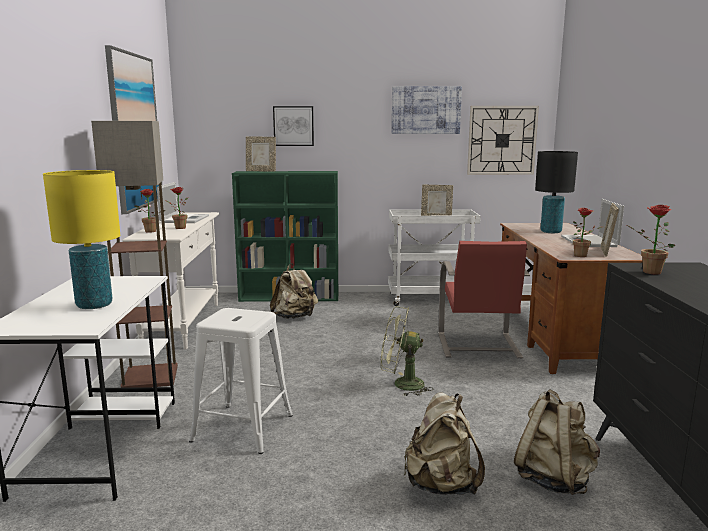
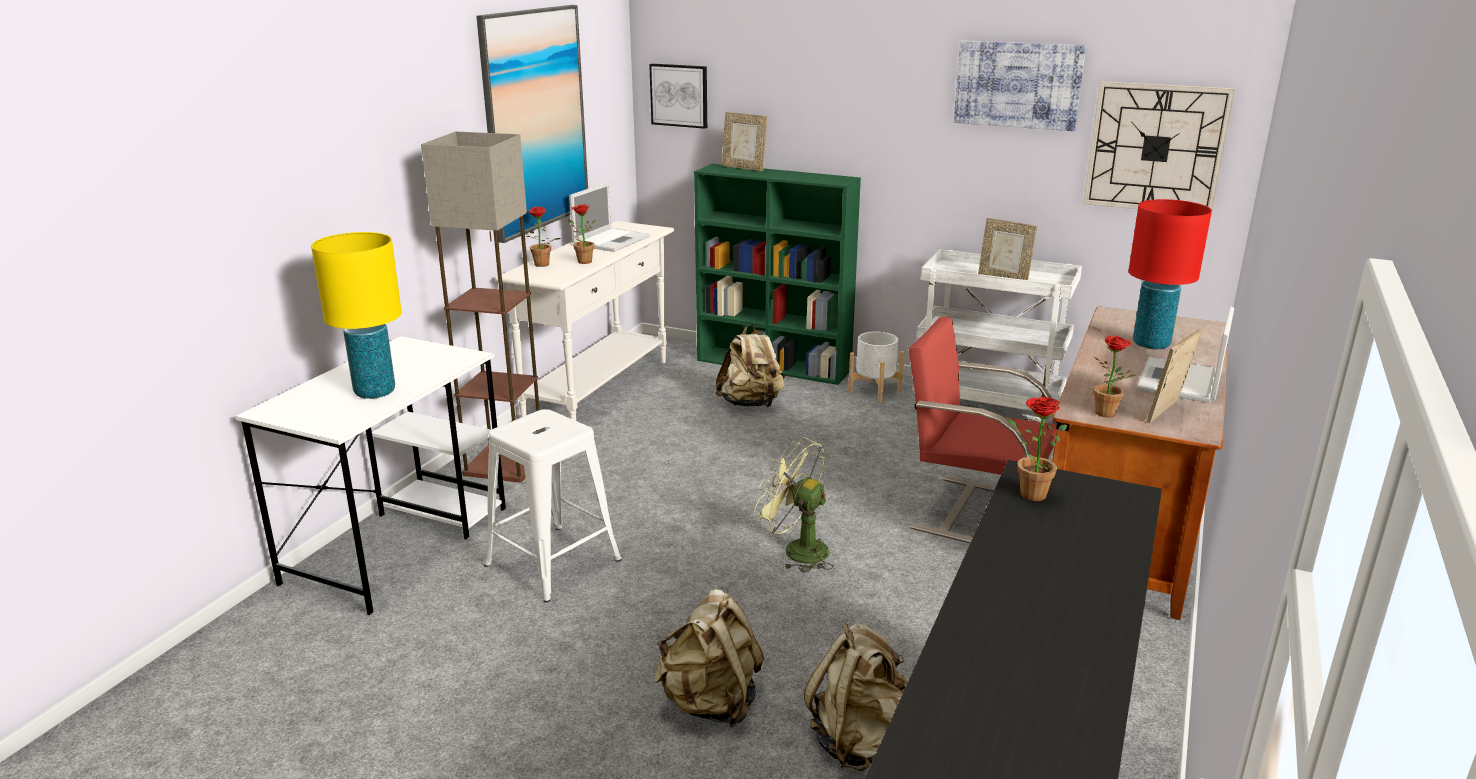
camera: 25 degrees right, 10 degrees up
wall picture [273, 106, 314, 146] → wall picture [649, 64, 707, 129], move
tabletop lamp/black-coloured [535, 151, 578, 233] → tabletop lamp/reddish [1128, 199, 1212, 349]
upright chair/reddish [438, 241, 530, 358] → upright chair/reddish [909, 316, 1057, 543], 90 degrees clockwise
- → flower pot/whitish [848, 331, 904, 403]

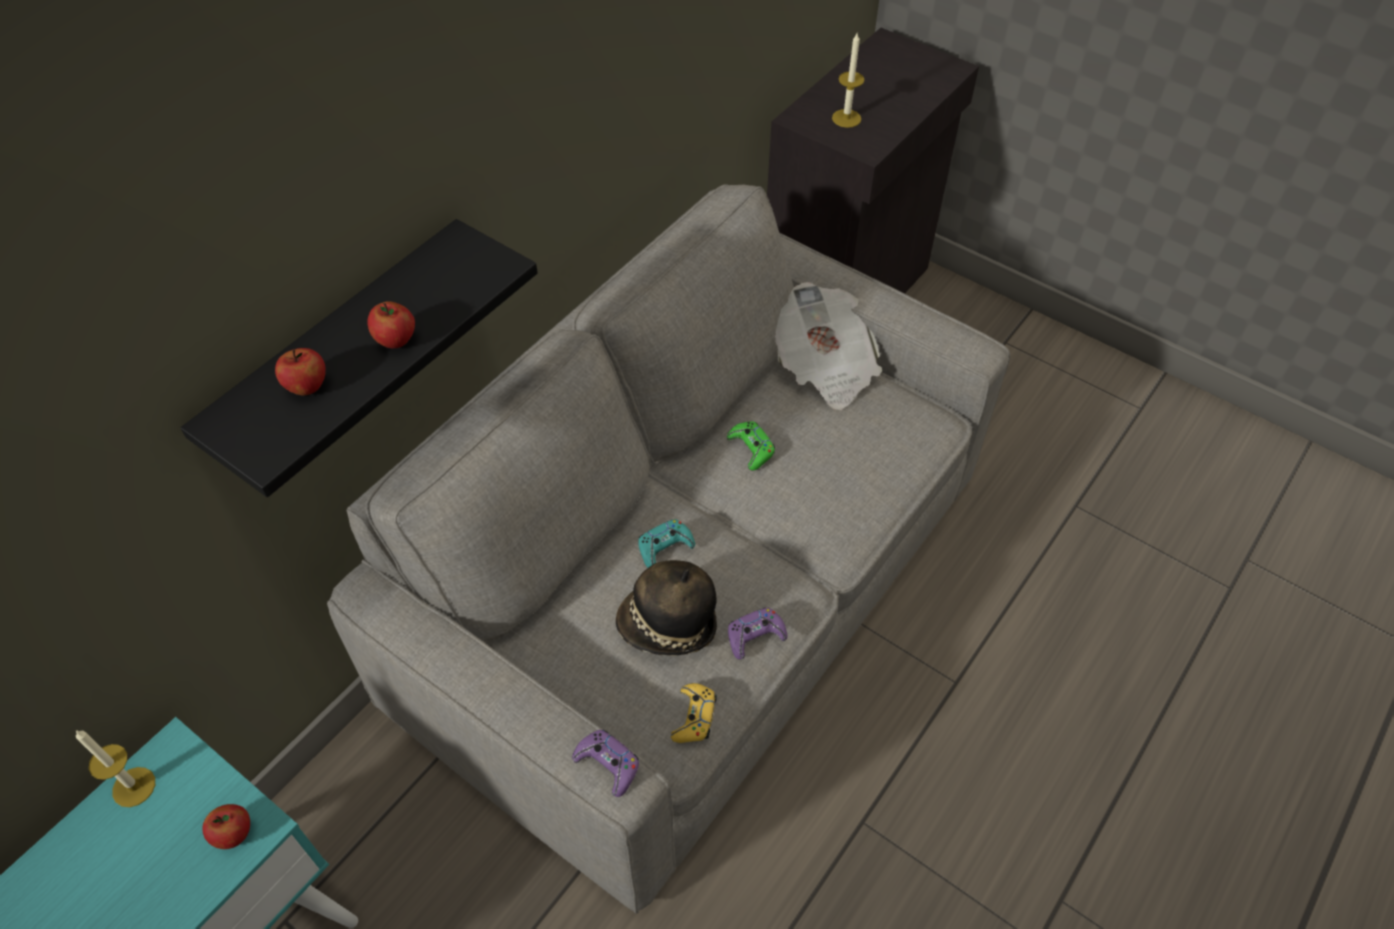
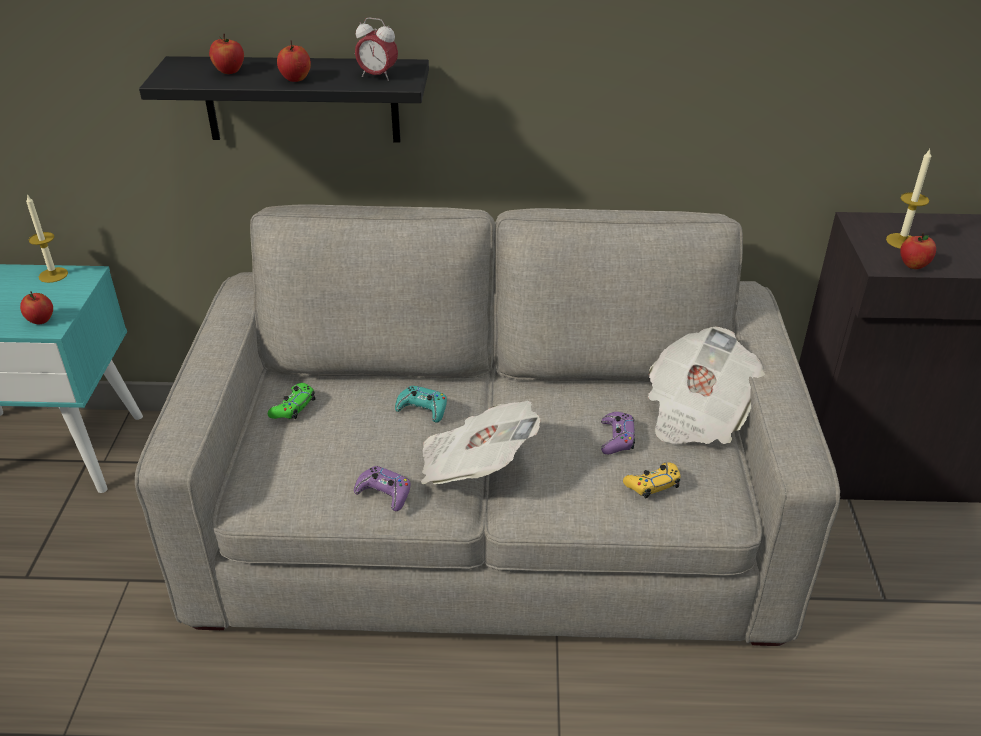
camera: 55 degrees right, 15 degrees down
gamepad/greenish [727, 421, 775, 471] → gamepad/greenish [268, 383, 316, 419], move
wearable hat [616, 560, 717, 656] → -
gamepad/yellow-coloured [671, 683, 717, 743] → gamepad/yellow-coloured [623, 462, 681, 498], move
gamepad/purple [572, 730, 639, 797] → gamepad/purple [601, 412, 635, 454], move
- → alarm clock [355, 18, 398, 81]
- → whole apple [900, 233, 936, 269]
- → newspaper [421, 401, 540, 484]

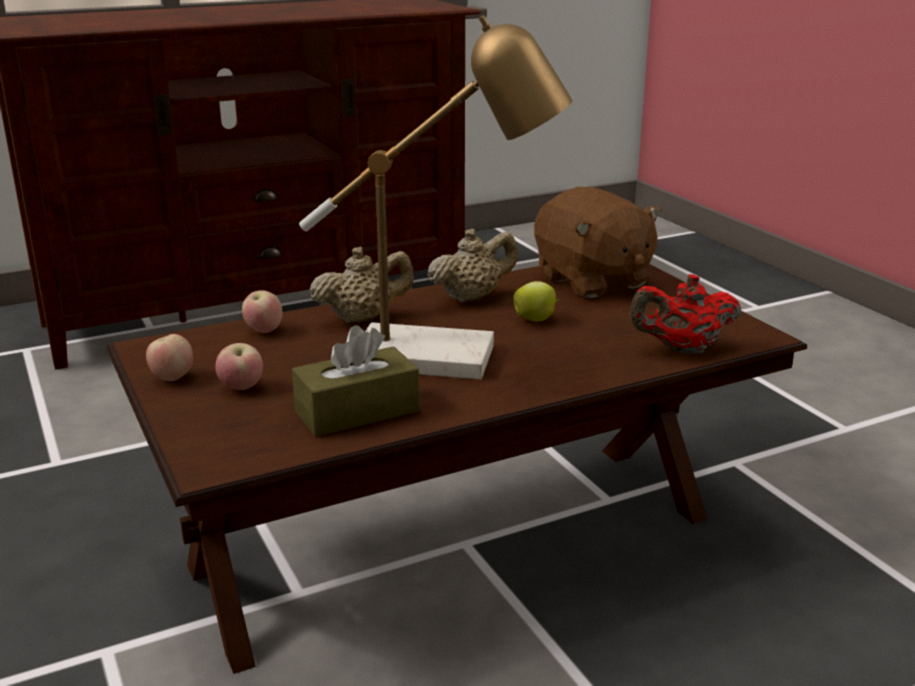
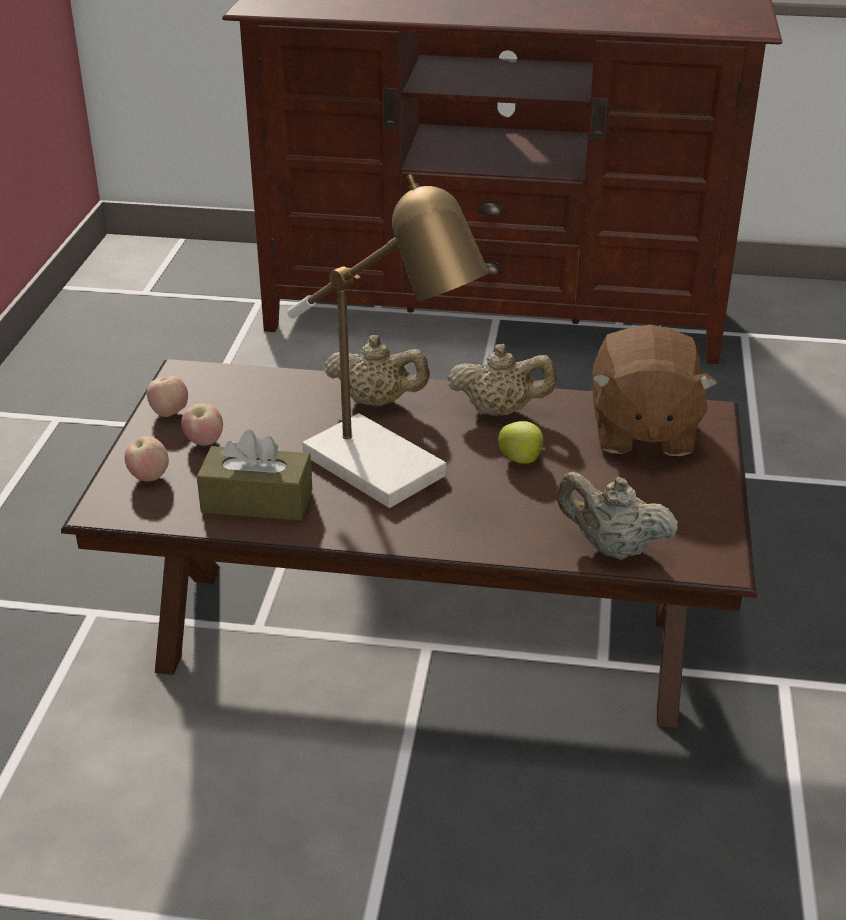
camera: 35 degrees right, 10 degrees up
tea pot/reddish [630, 274, 741, 354] → tea pot/beige [556, 472, 678, 560]
whole apple [242, 290, 282, 333] → whole apple [125, 436, 169, 482], move

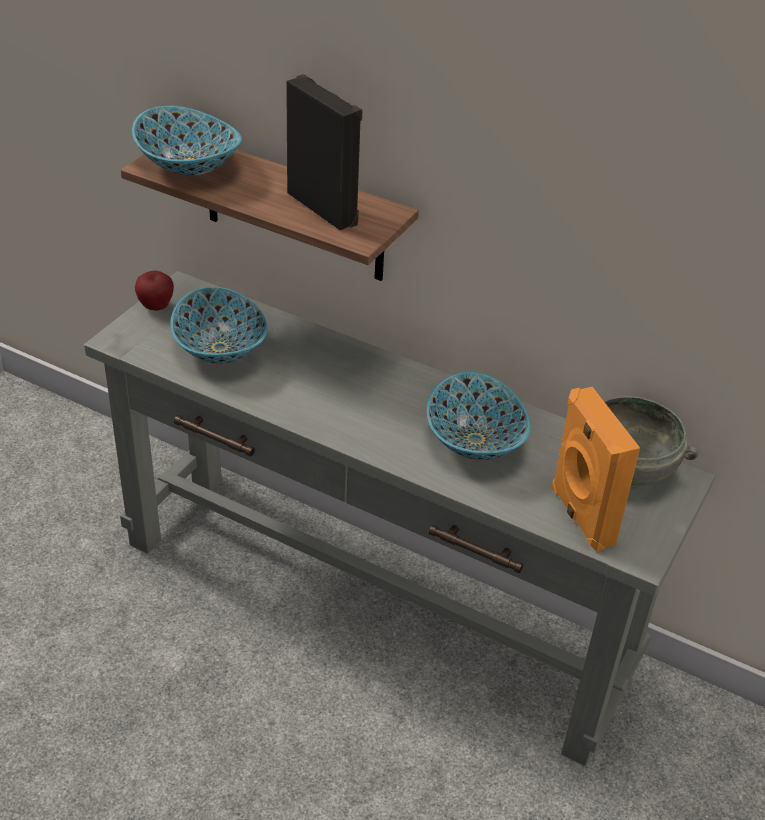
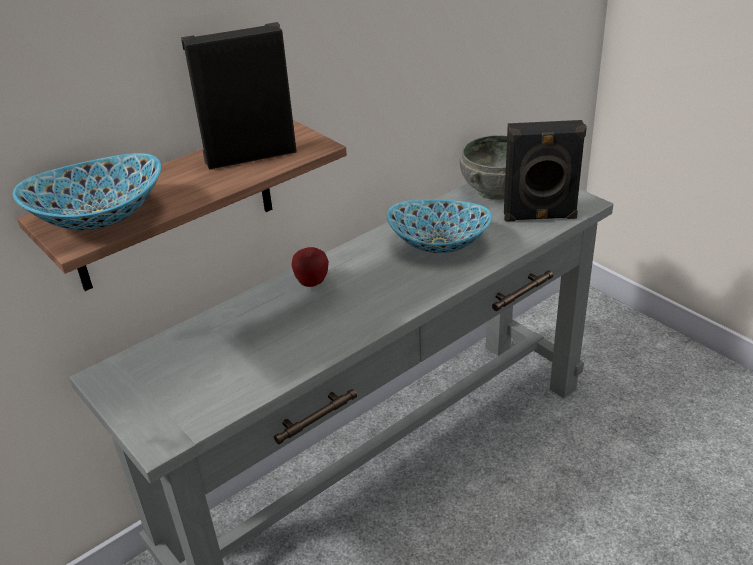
camera: 65 degrees left, 5 degrees down
whole apple [135, 270, 174, 311] → whole apple [291, 247, 329, 287], move
bowl [170, 287, 268, 364] → -
speaker/orangey [551, 387, 640, 552] → speaker/black-coloured [504, 120, 587, 222]

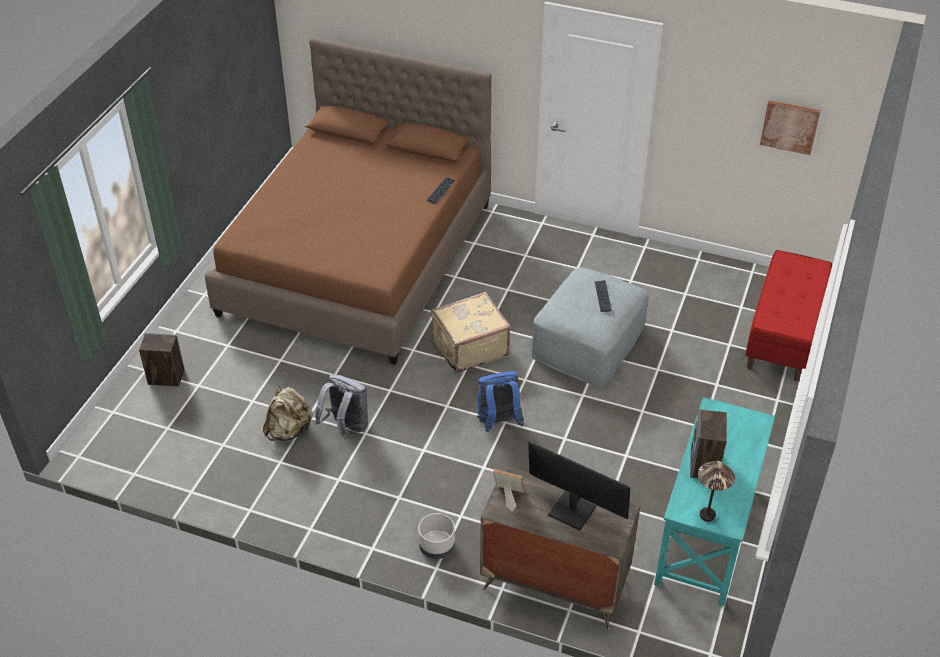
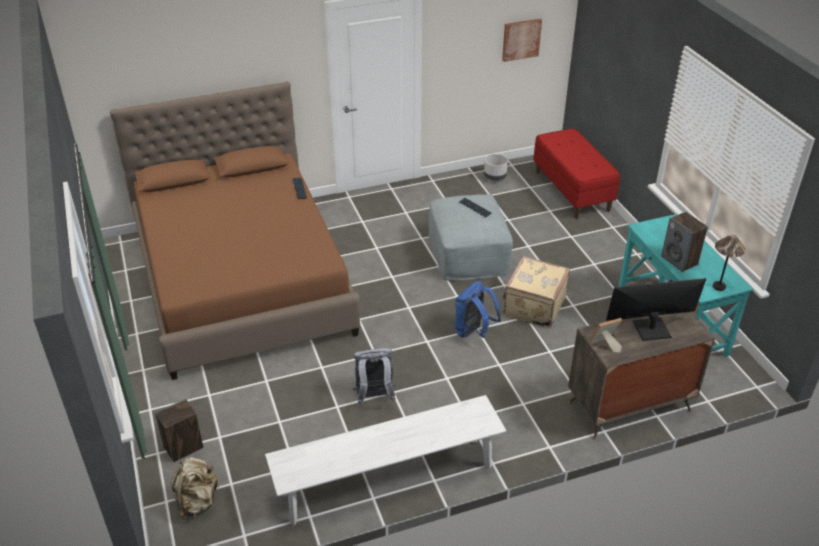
camera: 40 degrees left, 5 degrees down
suitcase/beige [431, 292, 511, 374] → suitcase/beige [503, 256, 570, 328], move
rucksack/beige [263, 386, 313, 441] → rucksack/beige [171, 457, 220, 519], move
flower pot/greyish [418, 513, 455, 559] → flower pot/greyish [484, 154, 508, 181], move
- → indoor bench/whitish [265, 395, 506, 526]

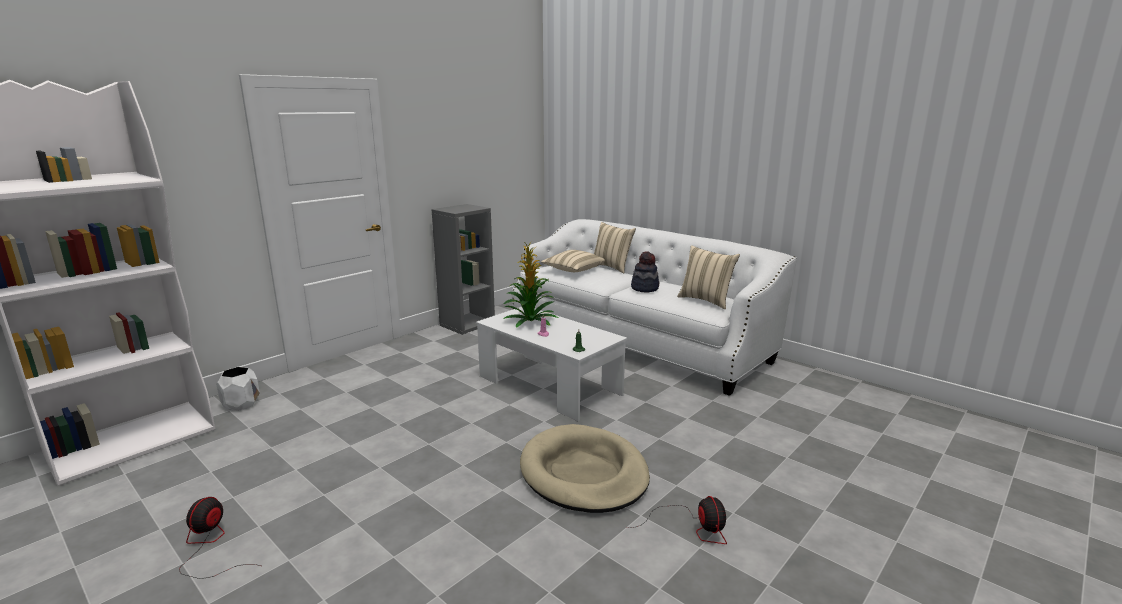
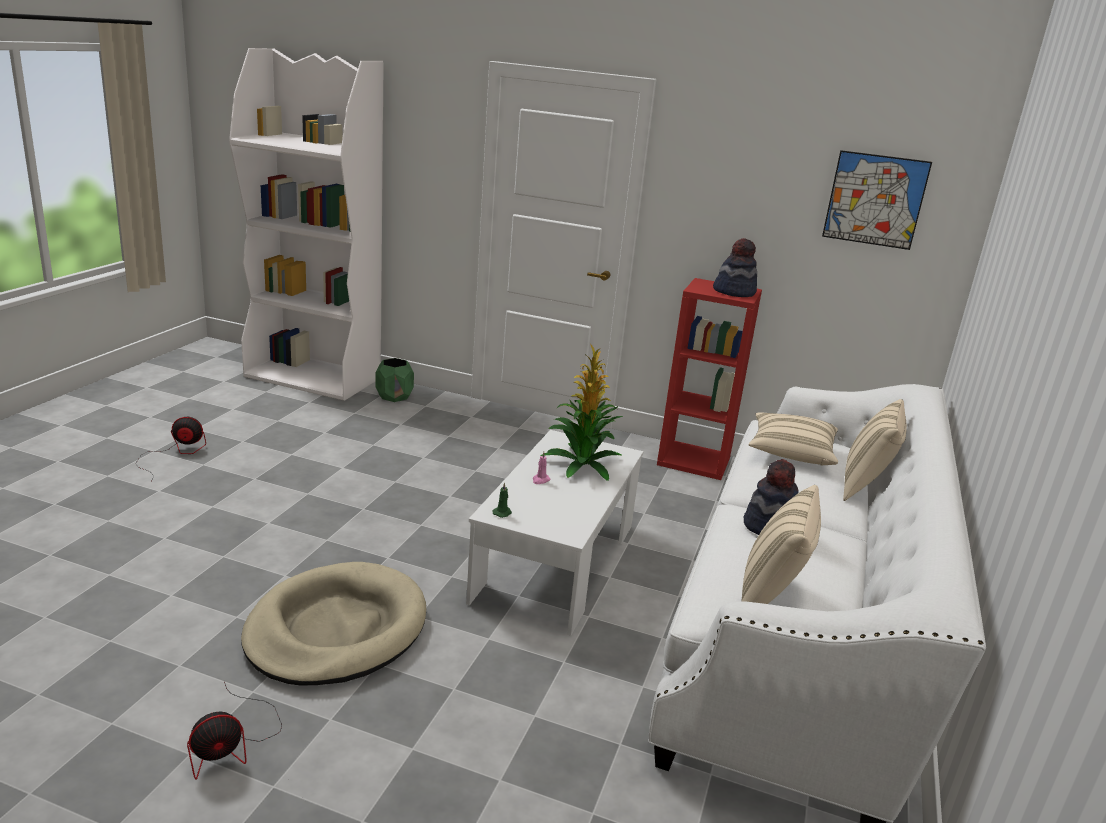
camera: 65 degrees right, 5 degrees up
bookcase/greyish [431, 204, 495, 335] → bookcase/reddish [657, 278, 762, 480]
flower pot/whitish [216, 367, 260, 411] → flower pot/greenish [375, 358, 414, 402]
- → wall picture [822, 150, 932, 250]
- → wearable hat [713, 238, 757, 297]

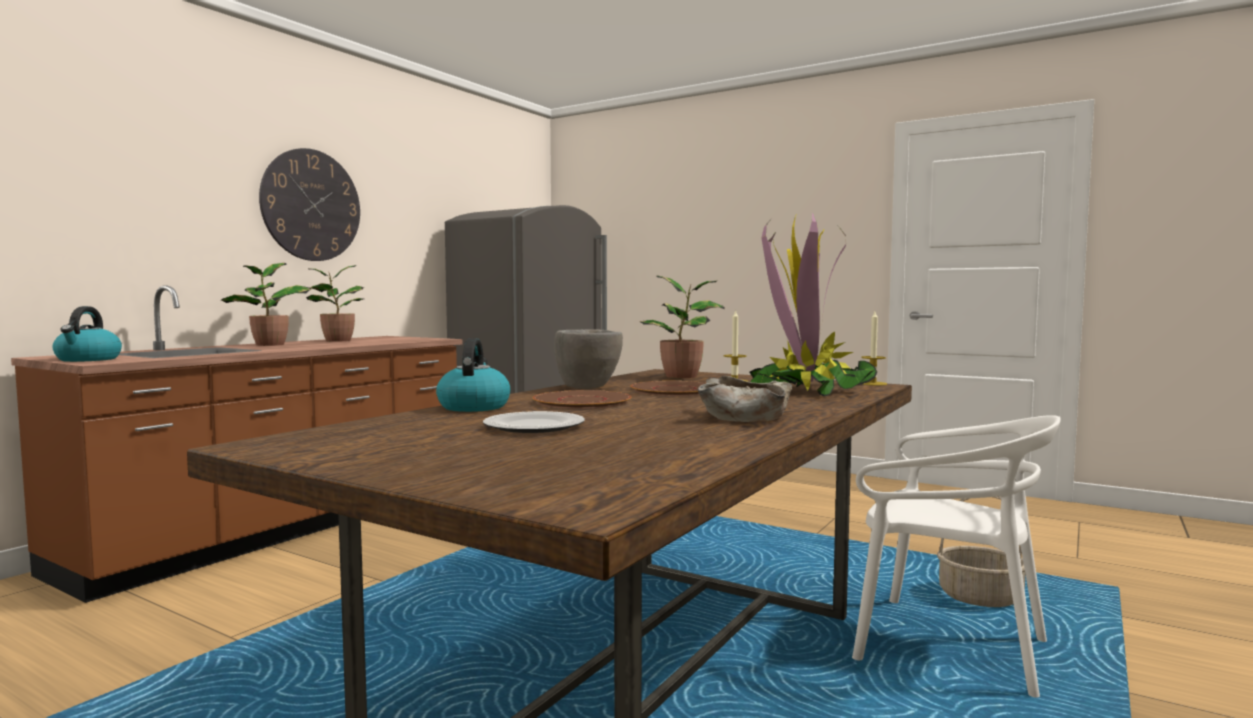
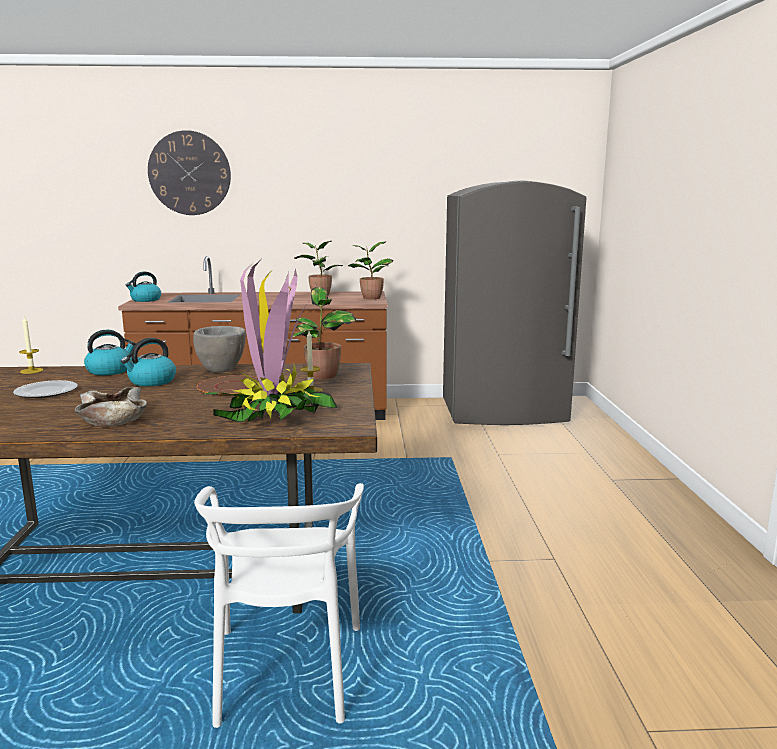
camera: 55 degrees right, 10 degrees up
wall clock [259, 148, 360, 261] → wall clock [148, 130, 231, 215], move
houseplant [221, 263, 311, 346] → houseplant [348, 241, 393, 299], move
wax candle [861, 311, 887, 386] → wax candle [19, 317, 43, 374], move
flat dish/brown-coloured [532, 390, 632, 409] → tea kettle [121, 338, 176, 386]
household basket [937, 496, 1025, 607] → -

